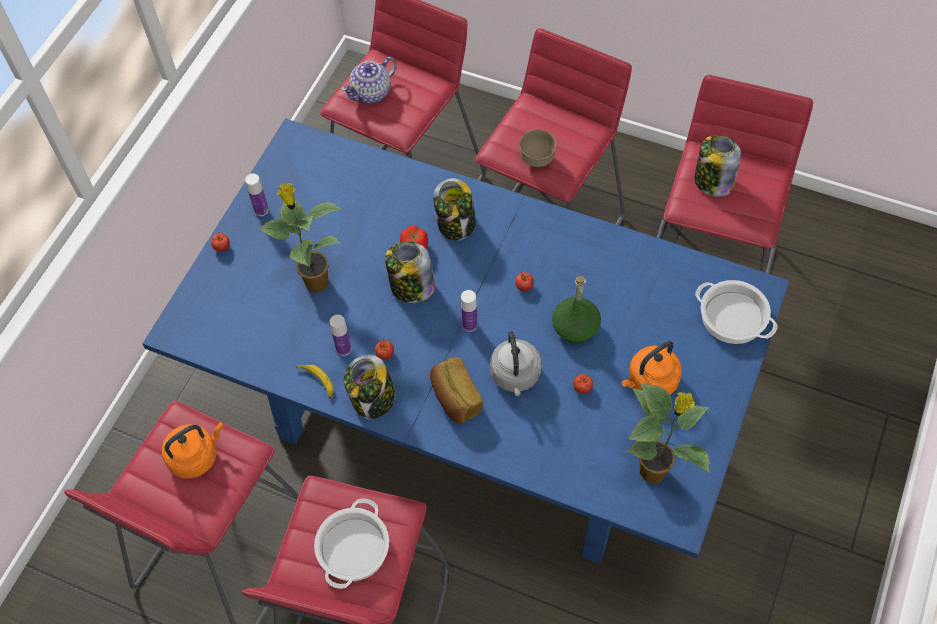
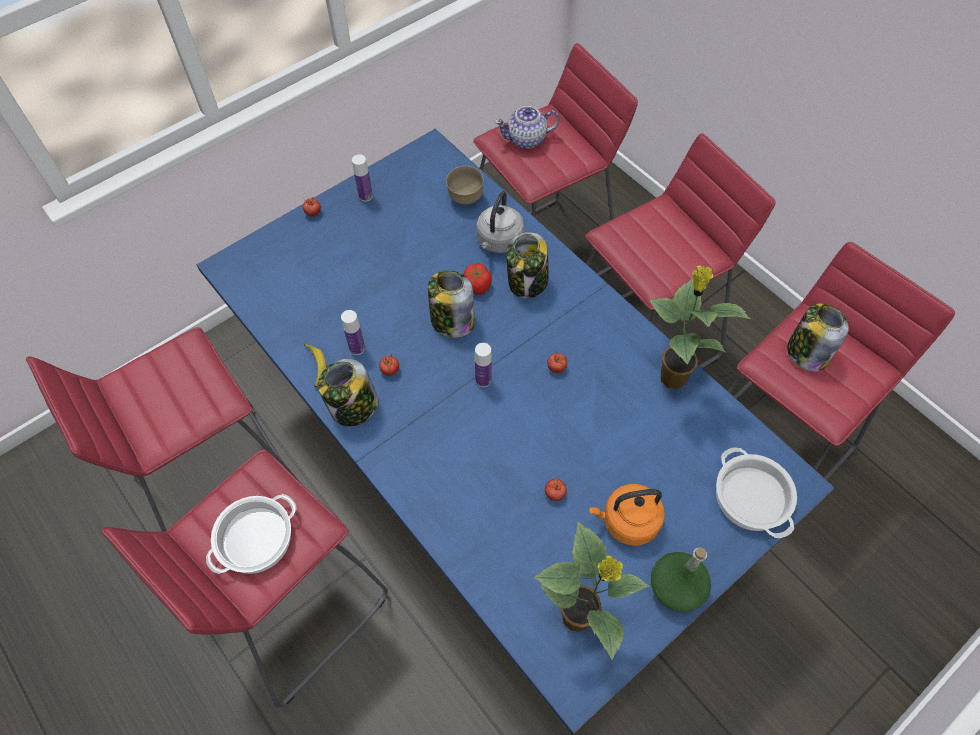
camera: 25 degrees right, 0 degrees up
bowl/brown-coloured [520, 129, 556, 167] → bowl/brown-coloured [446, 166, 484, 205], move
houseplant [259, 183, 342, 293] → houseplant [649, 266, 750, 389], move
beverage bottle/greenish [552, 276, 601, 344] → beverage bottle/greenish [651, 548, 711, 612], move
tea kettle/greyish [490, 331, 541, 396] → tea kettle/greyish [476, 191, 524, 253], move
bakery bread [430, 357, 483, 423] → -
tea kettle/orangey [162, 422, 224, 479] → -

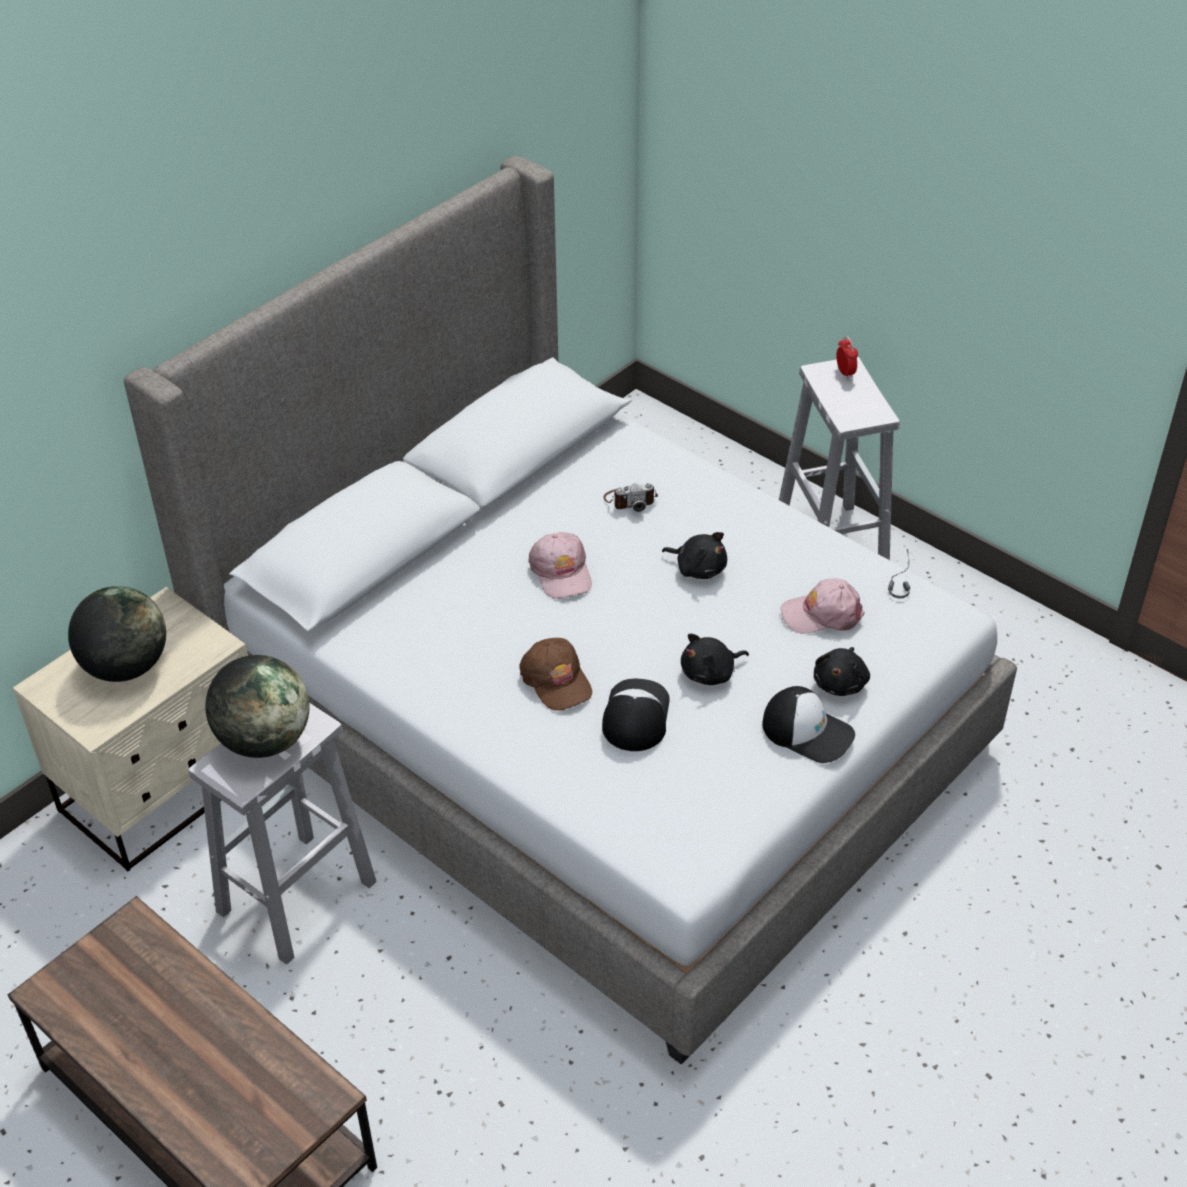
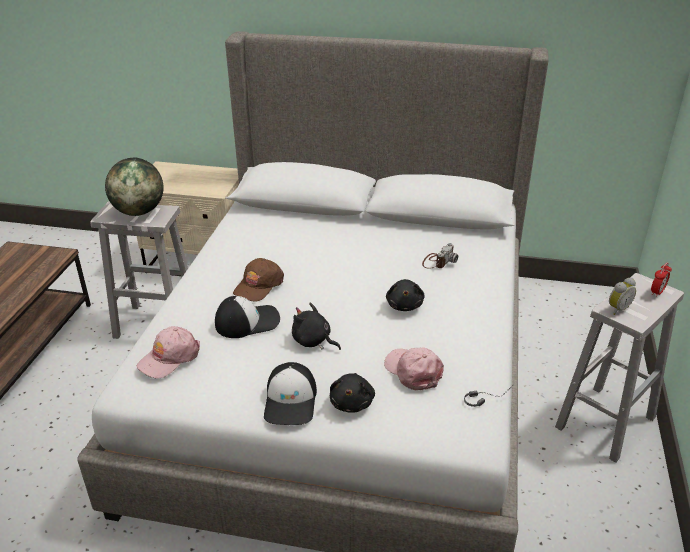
camera: 60 degrees right, 10 degrees down
still camera [603, 483, 658, 512] → still camera [422, 243, 458, 268], 105 degrees counterclockwise
peaked cap/pink-coloured [528, 532, 592, 599] → peaked cap/pink-coloured [137, 326, 200, 378], move
globe [68, 586, 166, 682] → -
cuddly toy/black-coloured [814, 647, 870, 696] → cuddly toy/black-coloured [330, 373, 375, 413], 75 degrees counterclockwise
- → alarm clock [609, 278, 636, 315]

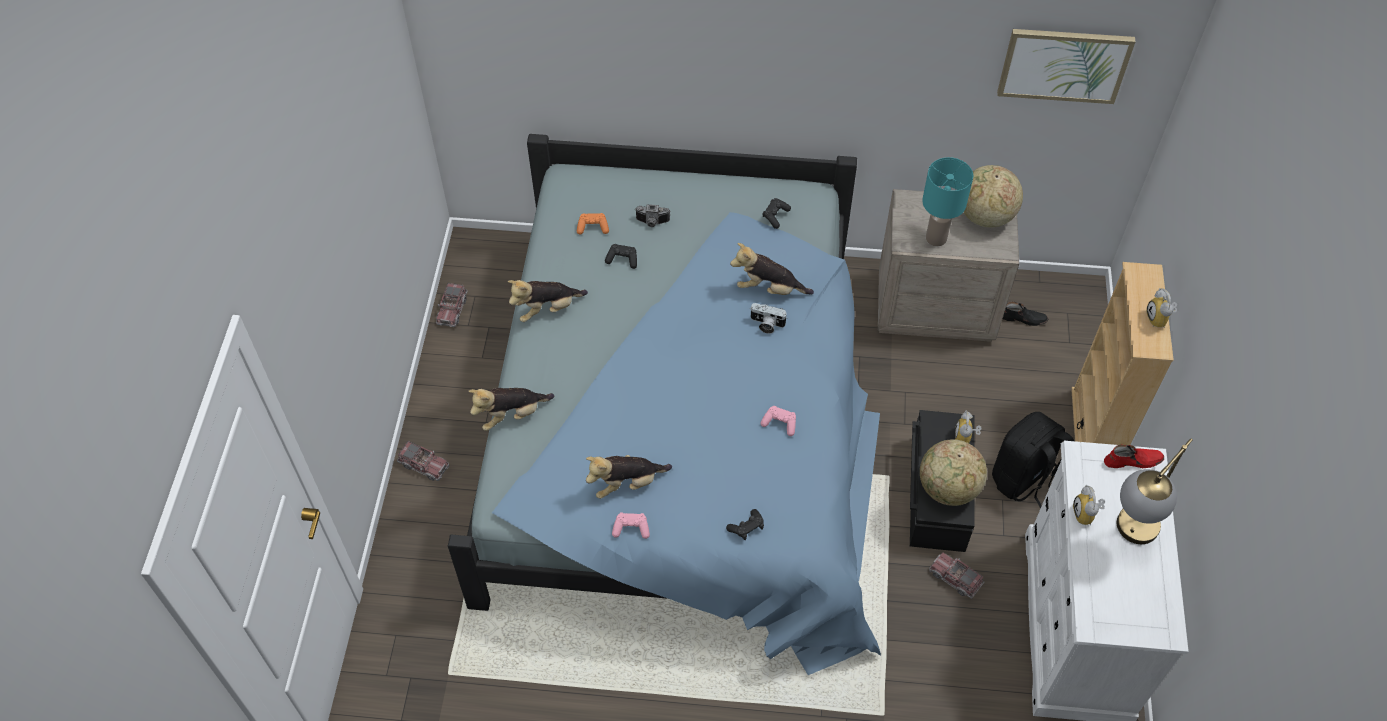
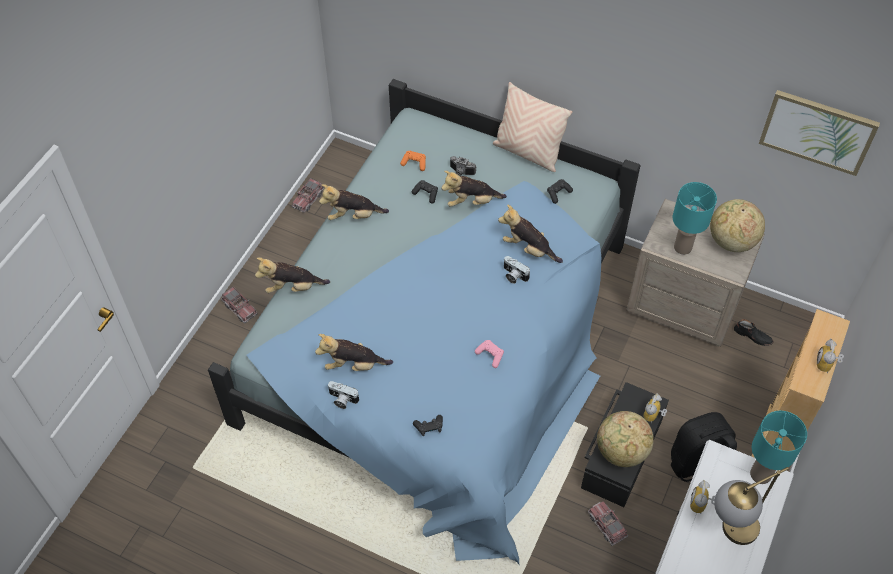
camera: 20 degrees right, 0 degrees up
shoe/reddish [1104, 445, 1164, 468] → tabletop lamp/blue-green [750, 411, 807, 484]
gamepad/pink-coloured [612, 512, 650, 539] → still camera [328, 381, 359, 409]
- → pillow/beige [493, 82, 573, 172]
- → cuddly toy [442, 171, 507, 207]

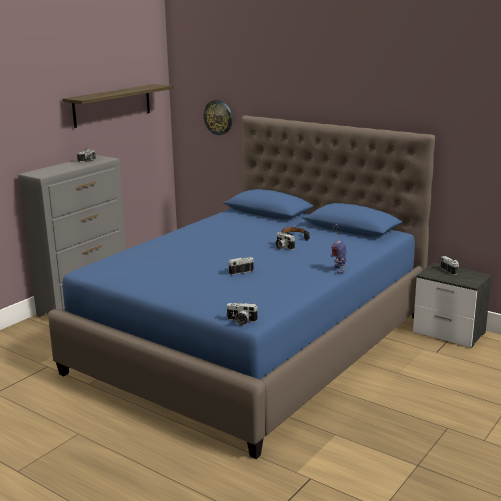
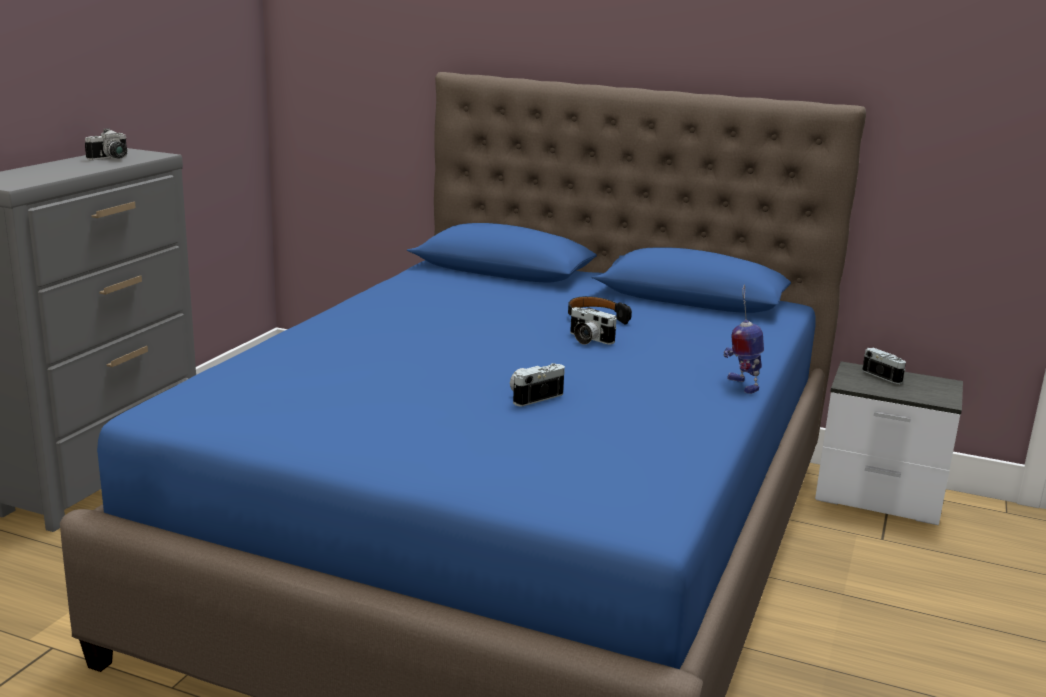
camera: 15 degrees left, 0 degrees up
wall shelf [62, 84, 174, 128] → -
wall clock [204, 100, 232, 135] → -
still camera [227, 303, 258, 325] → -

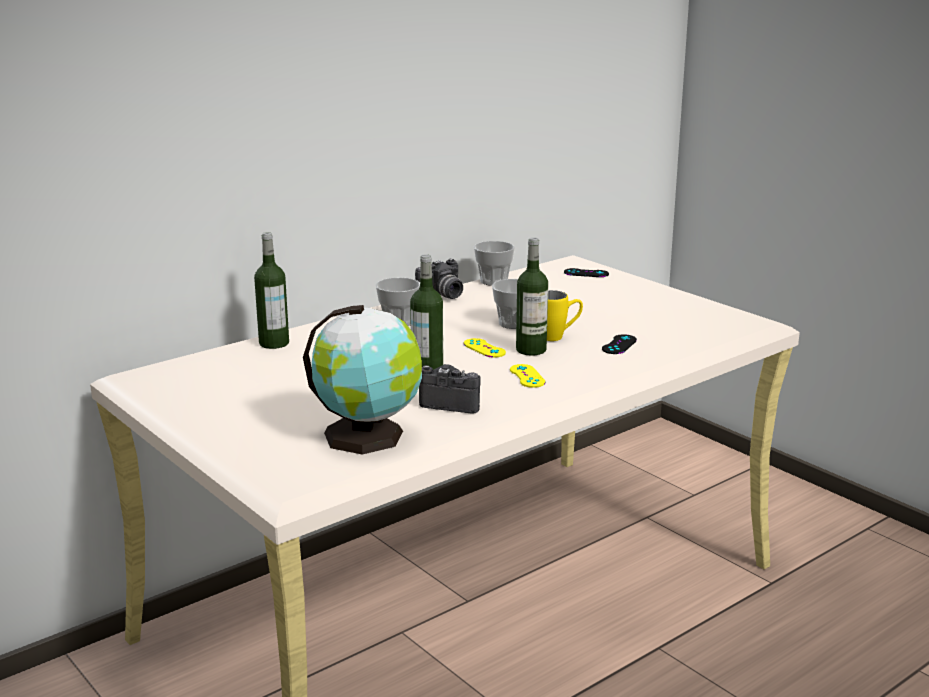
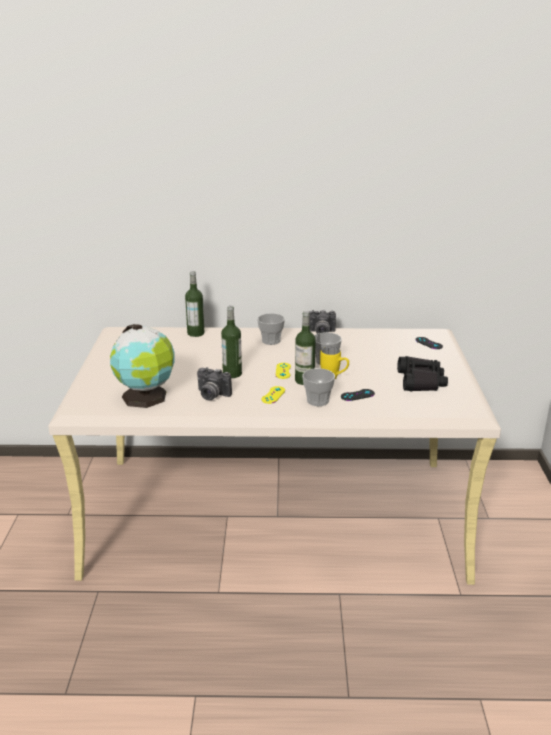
camera: 40 degrees right, 5 degrees up
drinking cup [474, 241, 515, 286] → drinking cup [302, 368, 335, 406], move
still camera [419, 364, 480, 414] → still camera [197, 367, 232, 400], 150 degrees clockwise
- → binoculars/black-coloured [397, 356, 448, 391]

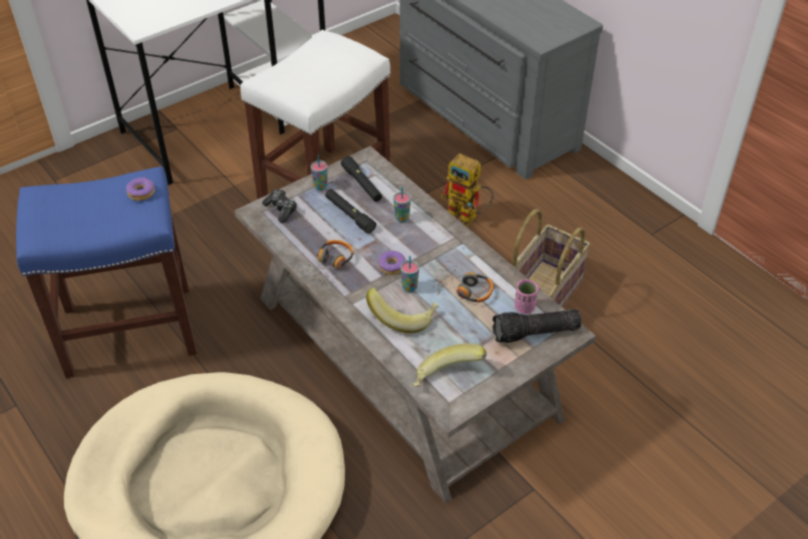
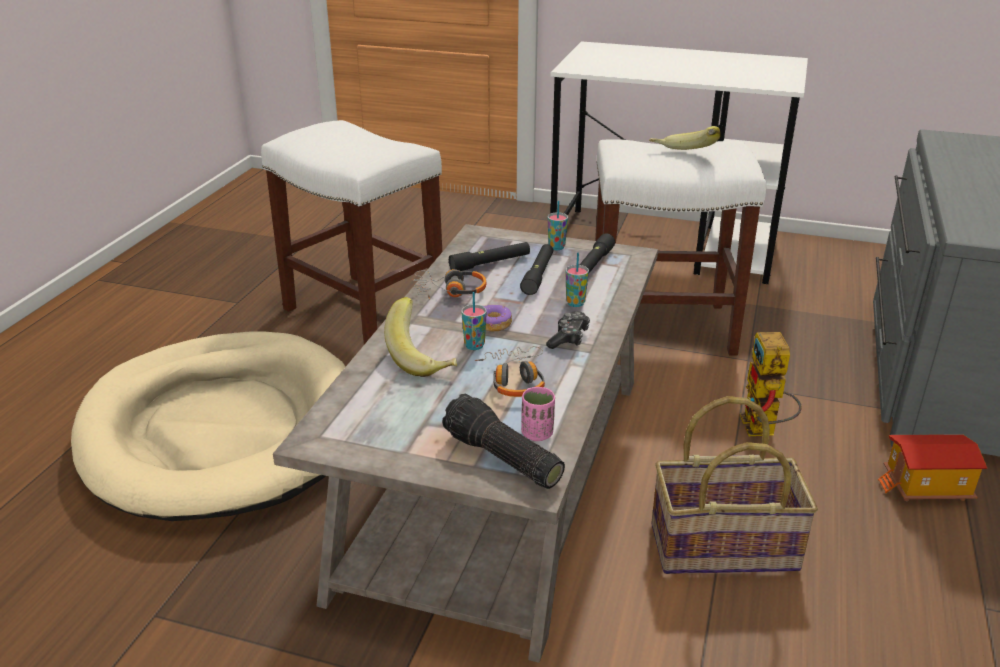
camera: 55 degrees right, 15 degrees down
stool seat/blue [16, 166, 197, 378] → stool seat/whitish [261, 120, 442, 344]
ring doughnut [126, 177, 155, 201] → -
gamepad [262, 189, 297, 223] → gamepad [546, 311, 590, 349], move
whole banana [413, 343, 487, 386] → whole banana [649, 126, 721, 150], move
- → torch/black-coloured [449, 242, 530, 271]
- → miniature house [878, 434, 987, 501]

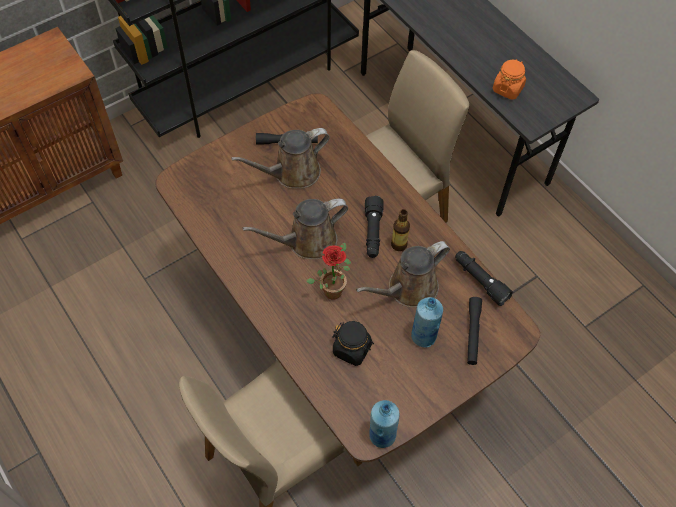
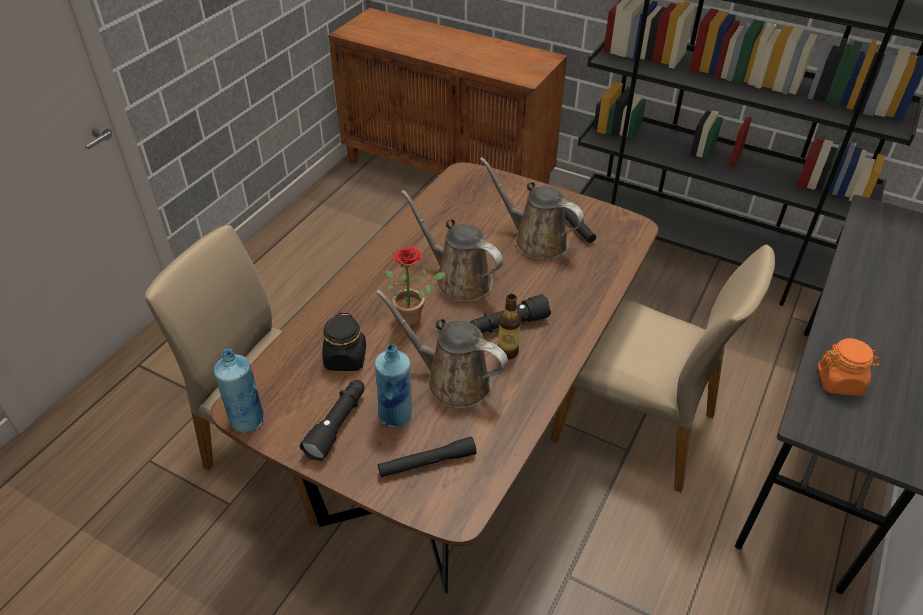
camera: 65 degrees right, 15 degrees down
torch/black-coloured [455, 251, 513, 306] → torch/black-coloured [300, 380, 365, 461], move

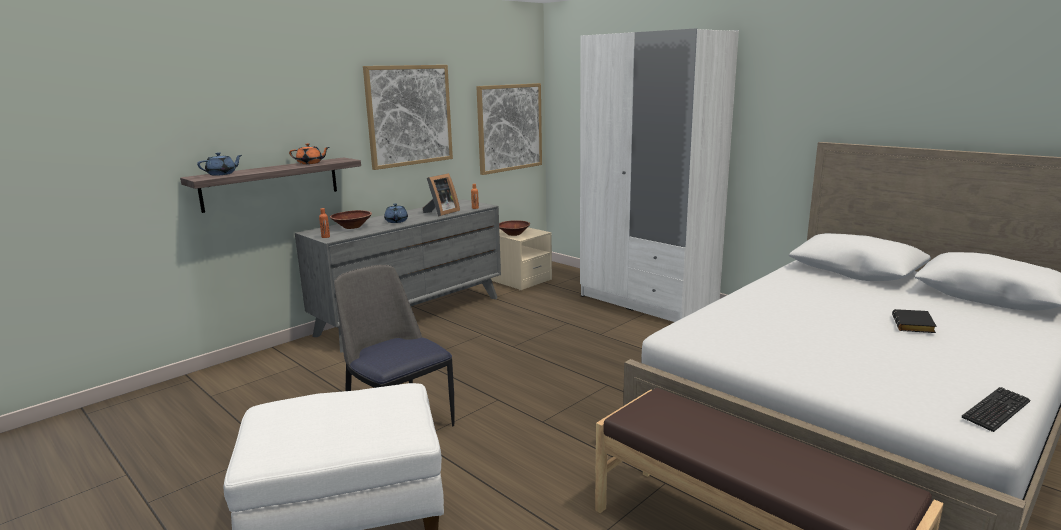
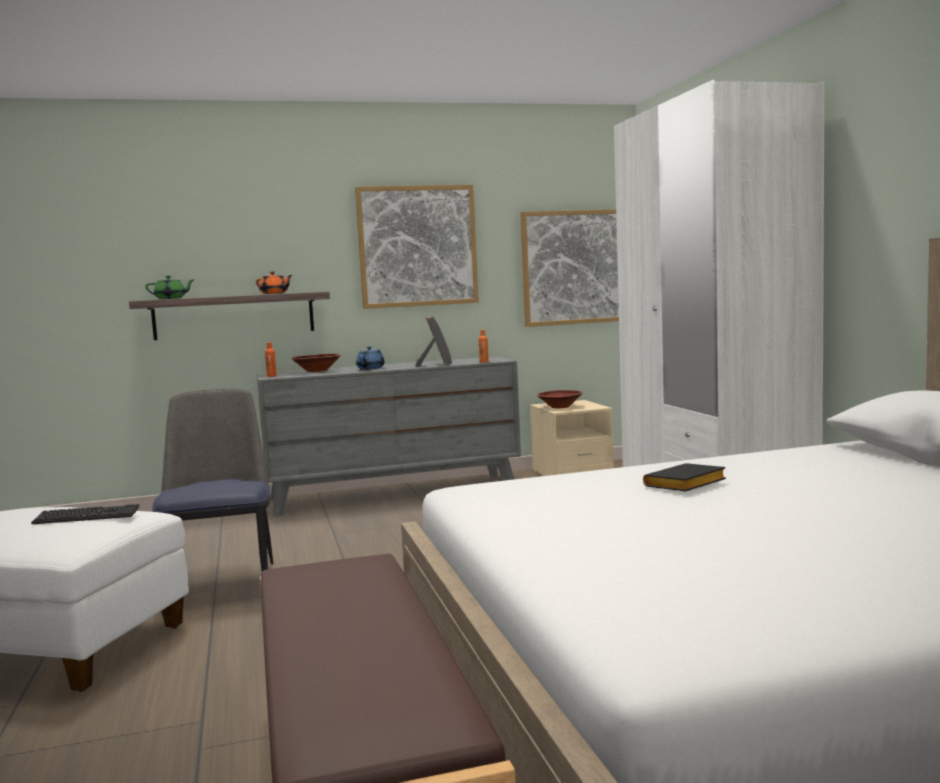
camera: 30 degrees right, 10 degrees down
tea pot/blue [197, 152, 242, 176] → tea pot/greenish [145, 276, 195, 299]
picture frame [423, 173, 460, 217] → picture frame [415, 316, 452, 367], 75 degrees counterclockwise
book/black-coloured [892, 309, 936, 333] → book/black-coloured [643, 463, 726, 492], move
computer keyboard [962, 387, 1031, 432] → computer keyboard [31, 504, 140, 524], move

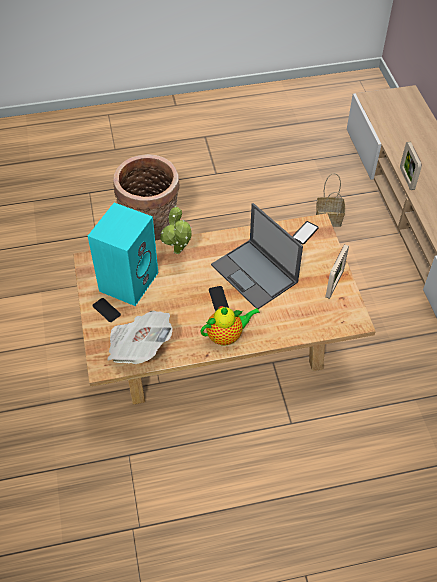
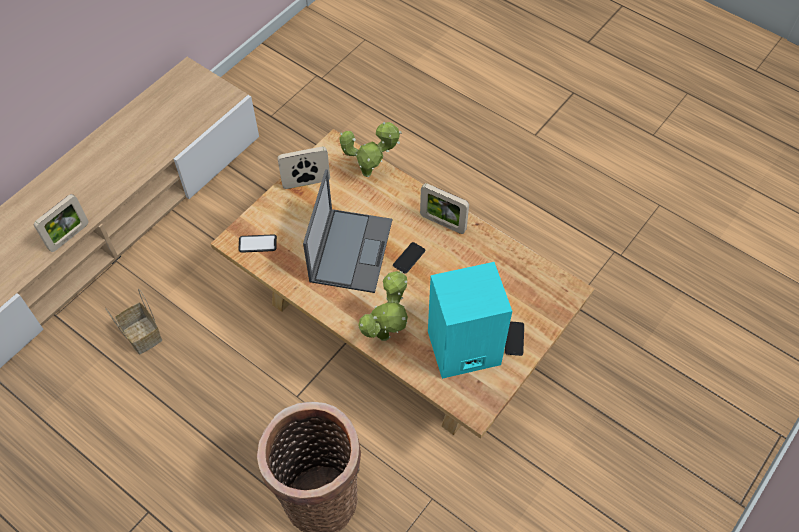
camera: 130 degrees left, 5 degrees up
tea pot [200, 306, 260, 346] → picture frame [420, 183, 469, 234]
newspaper [108, 310, 173, 364] → -
- → houseplant [340, 122, 402, 177]

